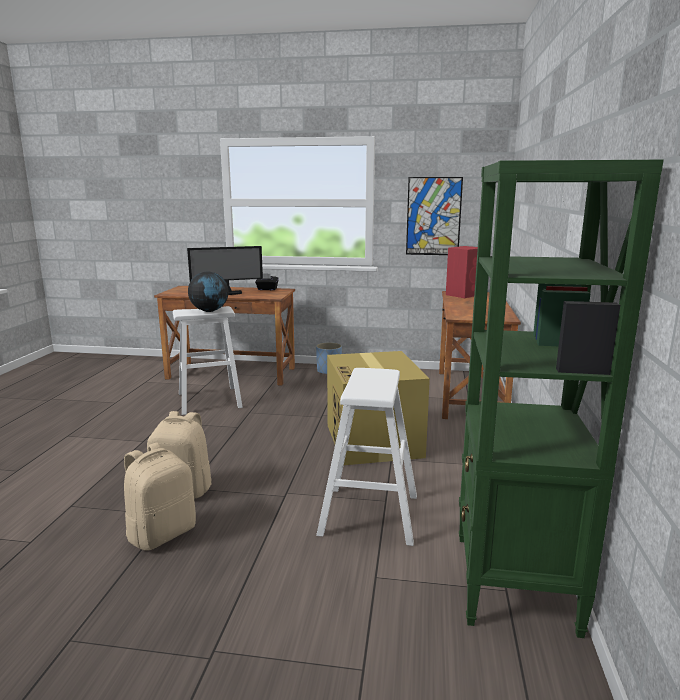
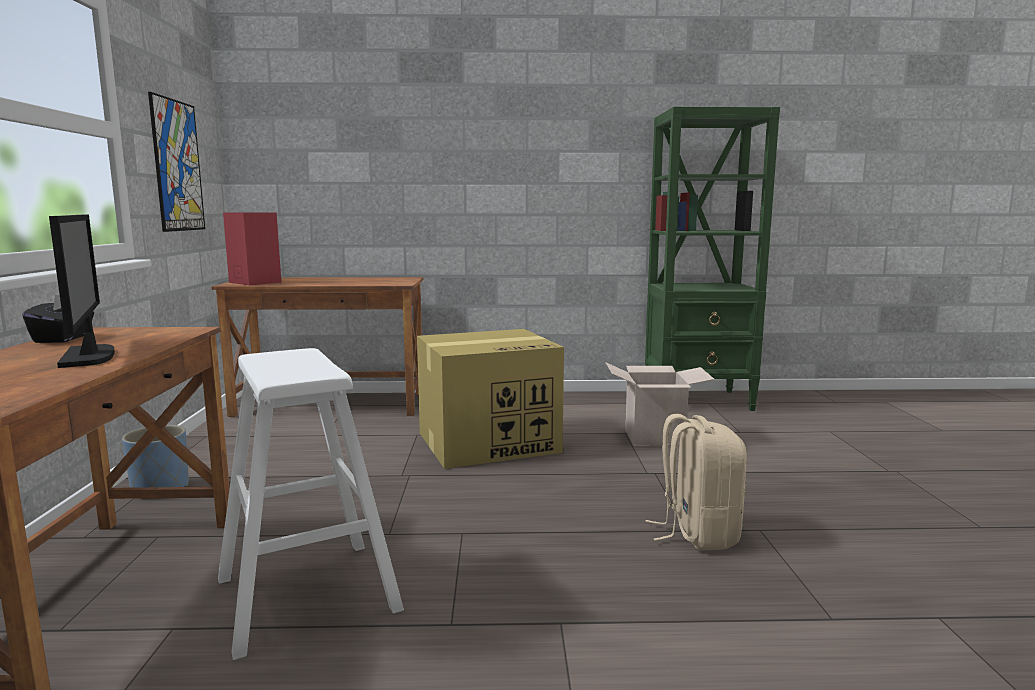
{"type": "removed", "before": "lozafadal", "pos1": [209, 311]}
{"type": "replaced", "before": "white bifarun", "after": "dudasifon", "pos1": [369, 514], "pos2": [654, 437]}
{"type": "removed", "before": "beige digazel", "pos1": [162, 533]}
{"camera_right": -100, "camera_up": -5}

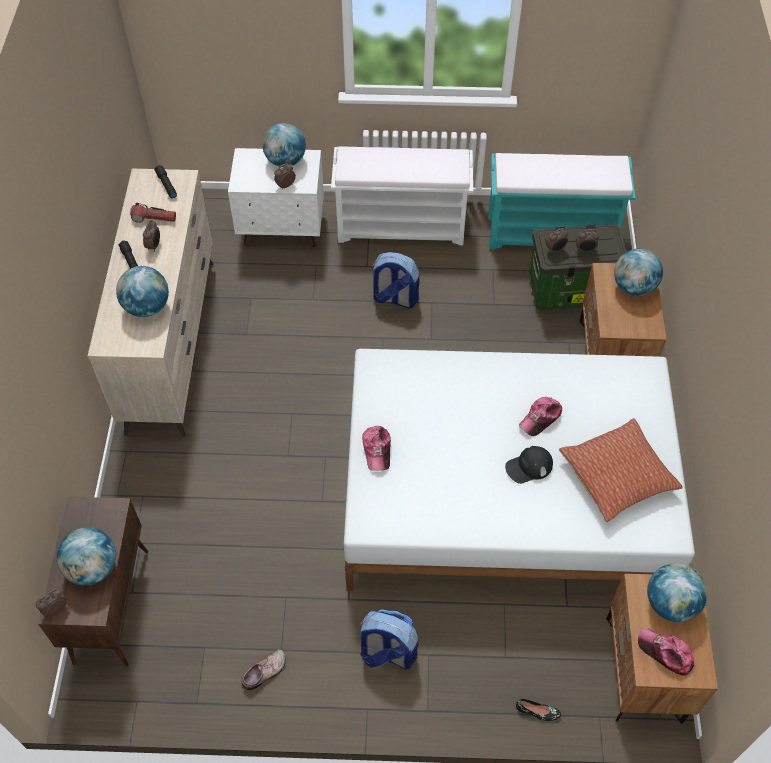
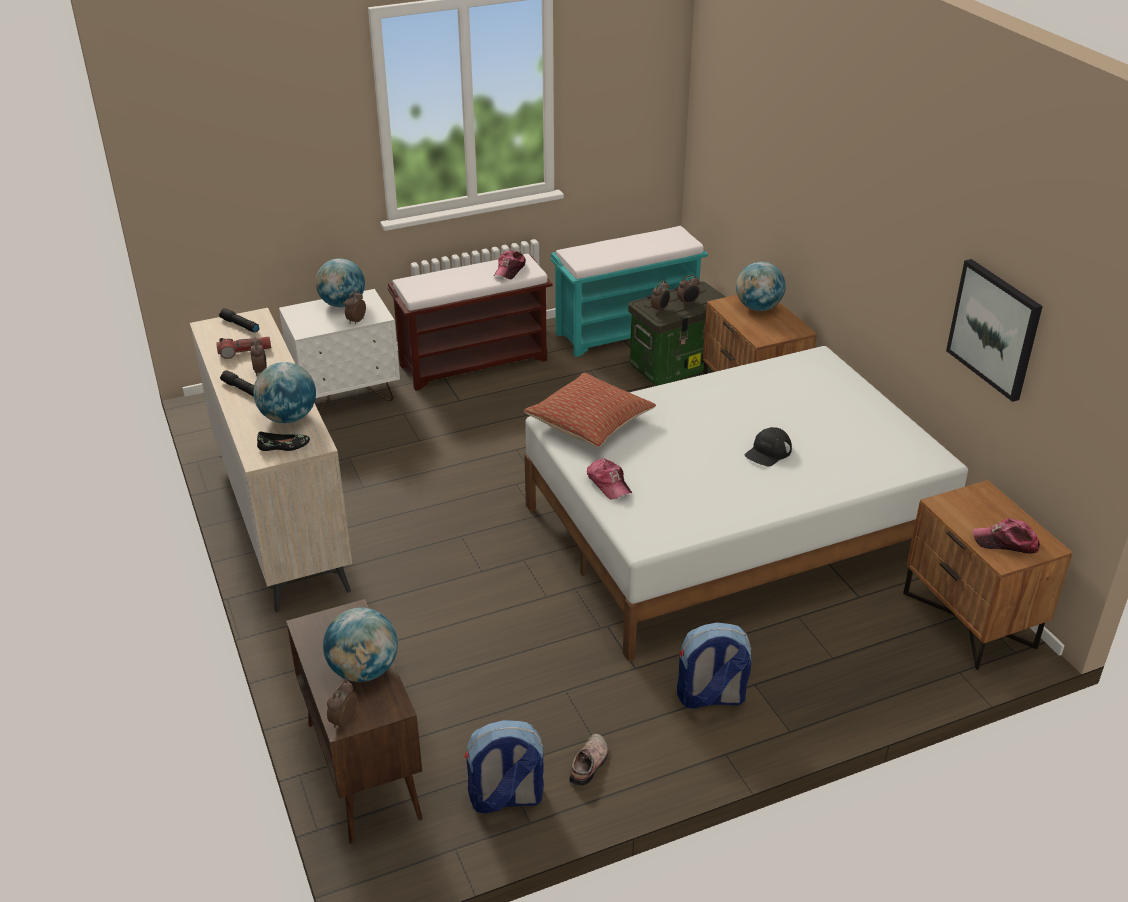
{"type": "recoloured", "before": "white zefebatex", "after": "brown zefebatex", "pos1": [402, 226], "pos2": [474, 362]}
{"type": "moved", "before": "digazel", "pos1": [394, 298], "pos2": [505, 798]}
{"type": "moved", "before": "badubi", "pos1": [540, 418], "pos2": [510, 270]}
{"type": "moved", "before": "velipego", "pos1": [617, 476], "pos2": [590, 422]}
{"type": "removed", "before": "lozafadal", "pos1": [670, 603]}
{"type": "moved", "before": "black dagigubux", "pos1": [537, 711], "pos2": [284, 446]}
{"type": "added", "after": "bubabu", "pos2": [995, 329]}
{"camera_right": -25, "camera_up": -20}

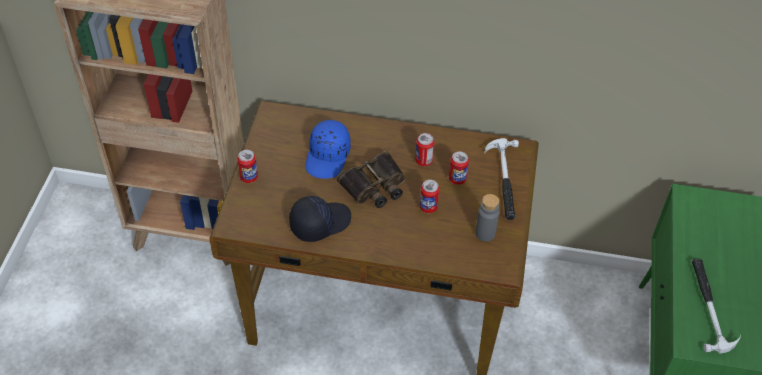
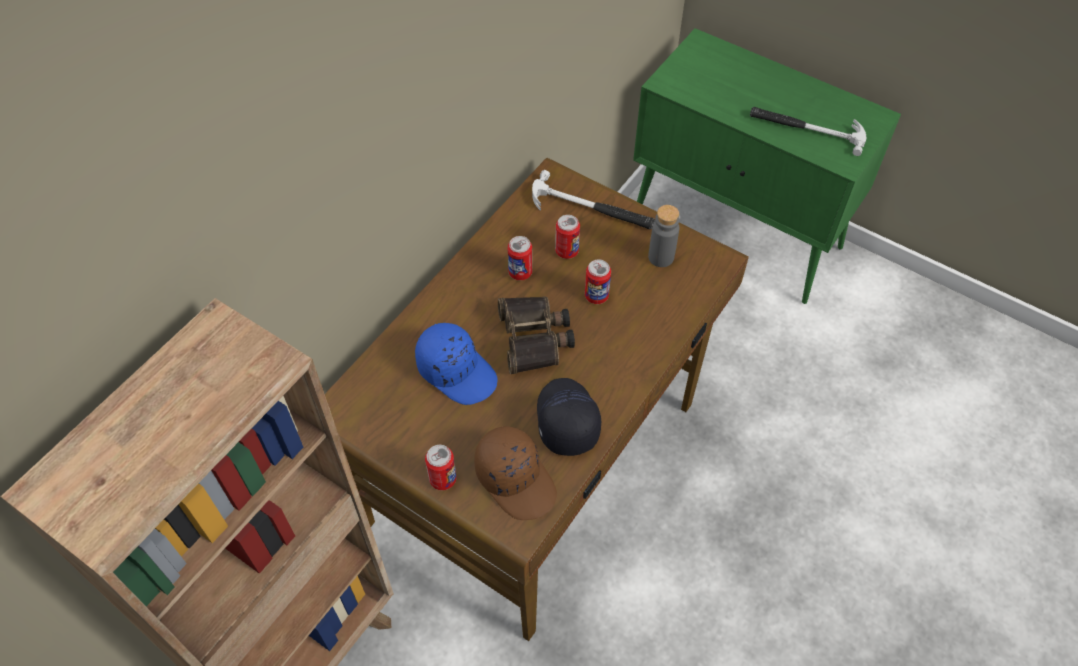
{"type": "added", "after": "brown badubi", "pos2": [516, 479]}
{"camera_right": -65, "camera_up": 5}

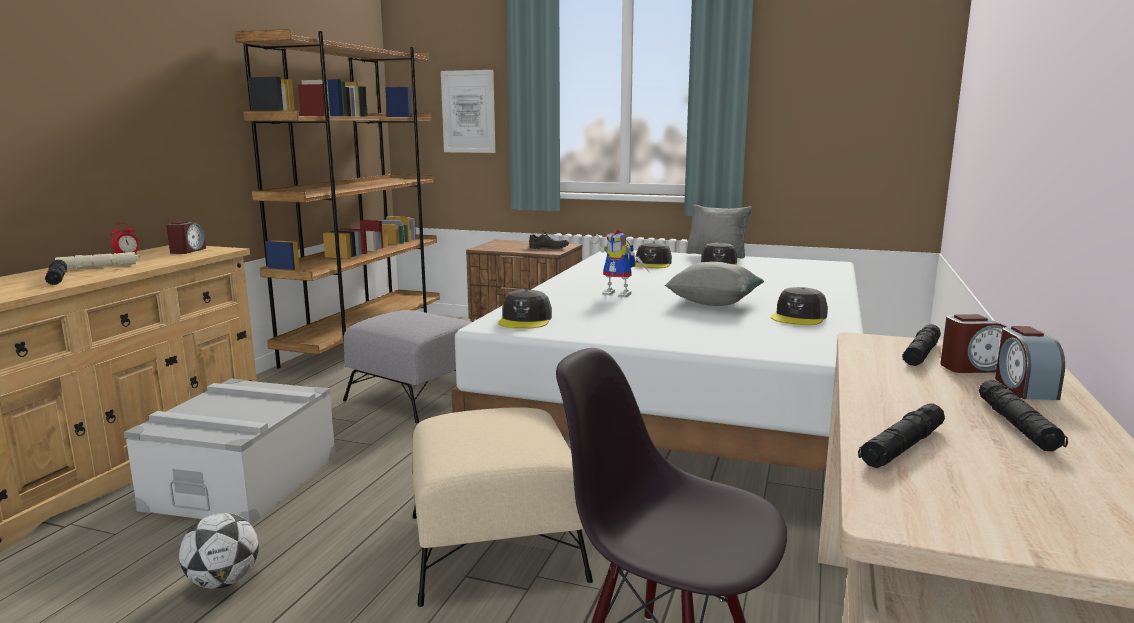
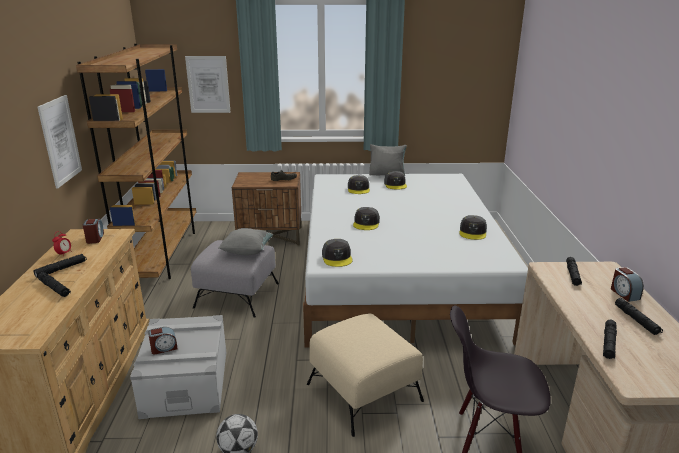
{"type": "replaced", "before": "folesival", "after": "grey badubi", "pos1": [620, 294], "pos2": [366, 223]}
{"type": "recoloured", "before": "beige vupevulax", "after": "black vupevulax", "pos1": [99, 267], "pos2": [61, 269]}
{"type": "moved", "before": "grey velipego", "pos1": [713, 303], "pos2": [247, 251]}
{"type": "moved", "before": "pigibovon", "pos1": [974, 367], "pos2": [164, 348]}
{"type": "added", "after": "bubabu", "pos2": [60, 140]}
{"camera_right": -20, "camera_up": 10}

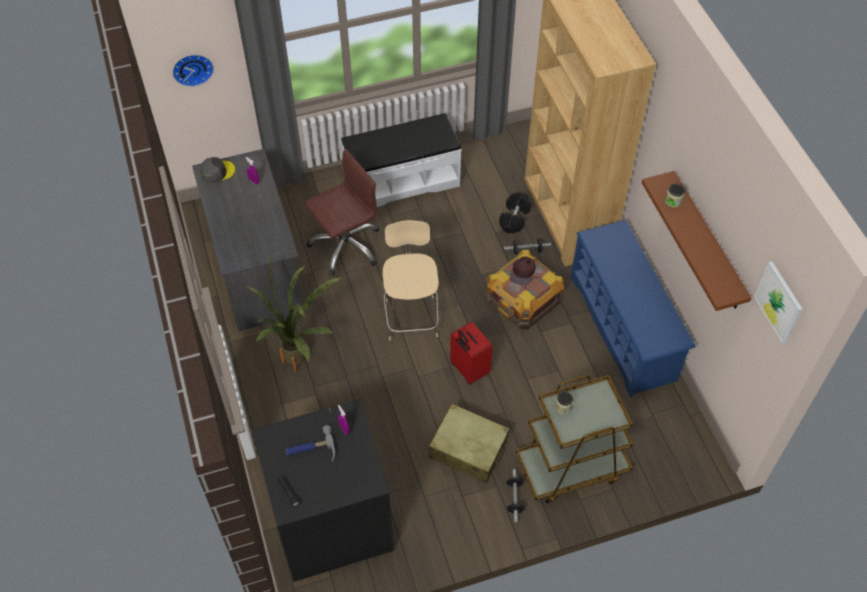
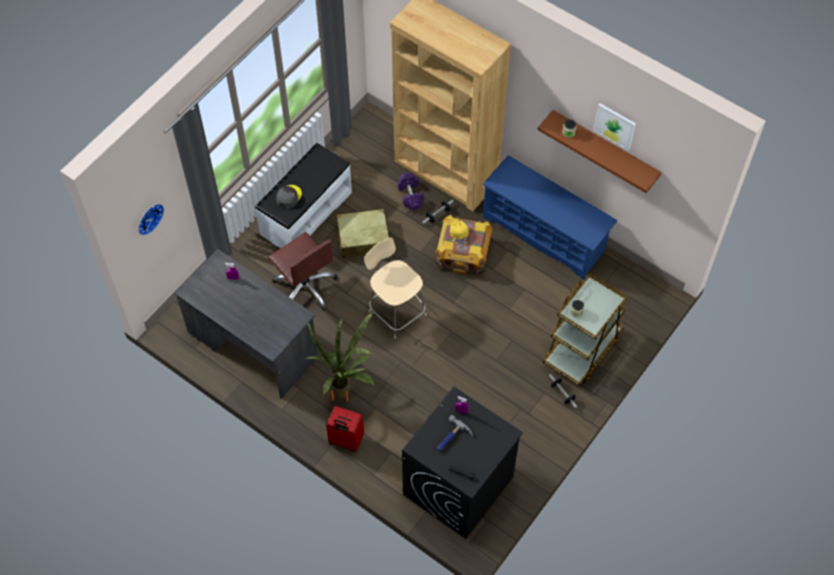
{"type": "turned", "before": "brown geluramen", "pos1": [345, 246], "pos2": [305, 287], "turn": 120}
{"type": "moved", "before": "grey badubi", "pos1": [217, 172], "pos2": [288, 197]}
{"type": "recoloured", "before": "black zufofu", "after": "purple zufofu", "pos1": [514, 219], "pos2": [410, 195]}
{"type": "recoloured", "before": "brown badubi", "after": "yellow badubi", "pos1": [523, 272], "pos2": [459, 233]}
{"type": "moved", "before": "bubabu", "pos1": [779, 302], "pos2": [615, 126]}
{"type": "moved", "before": "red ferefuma", "pos1": [468, 370], "pos2": [345, 440]}
{"type": "moved", "before": "beige ferefuma", "pos1": [468, 449], "pos2": [362, 239]}
{"camera_right": -35, "camera_up": 5}

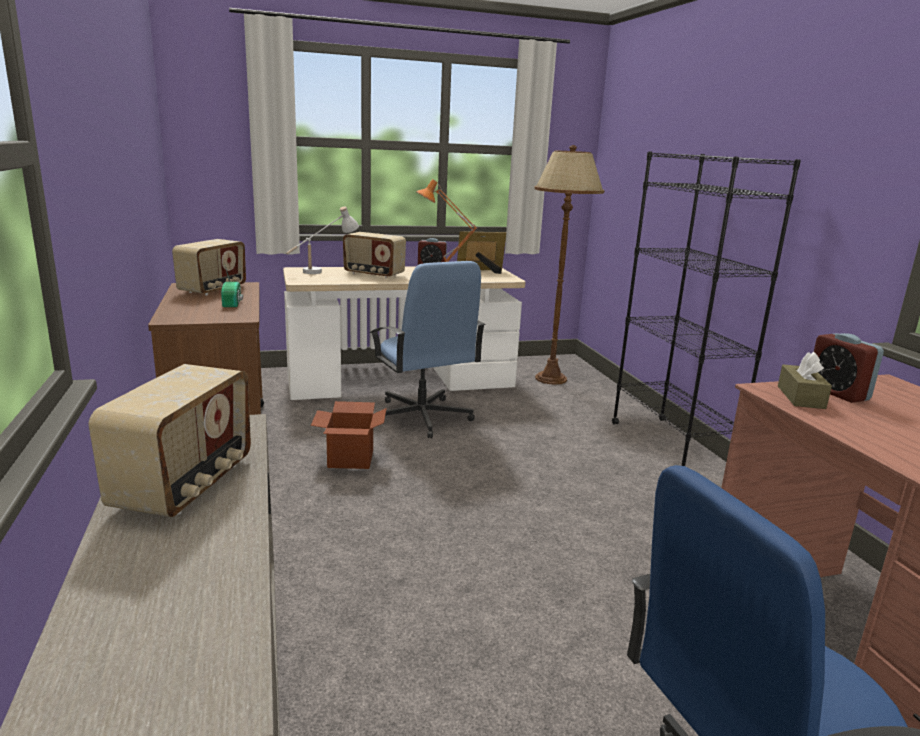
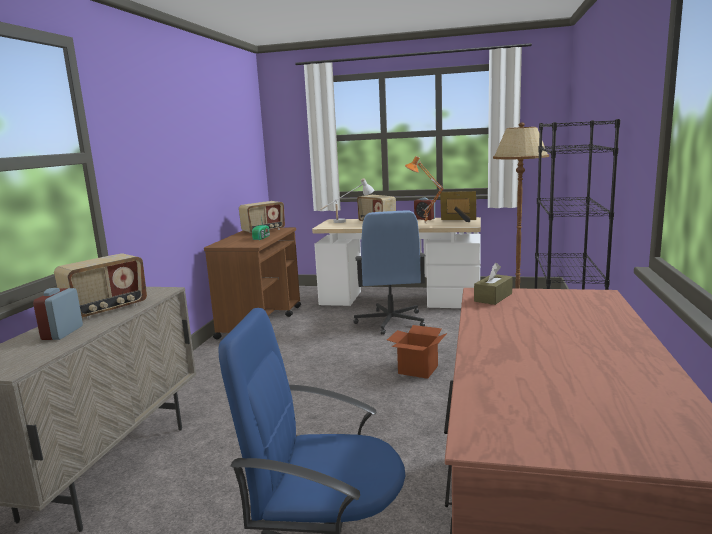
{"type": "moved", "before": "pigibovon", "pos1": [837, 393], "pos2": [62, 333]}
{"type": "moved", "before": "dudasifon", "pos1": [351, 459], "pos2": [418, 370]}
{"camera_right": 30, "camera_up": -5}

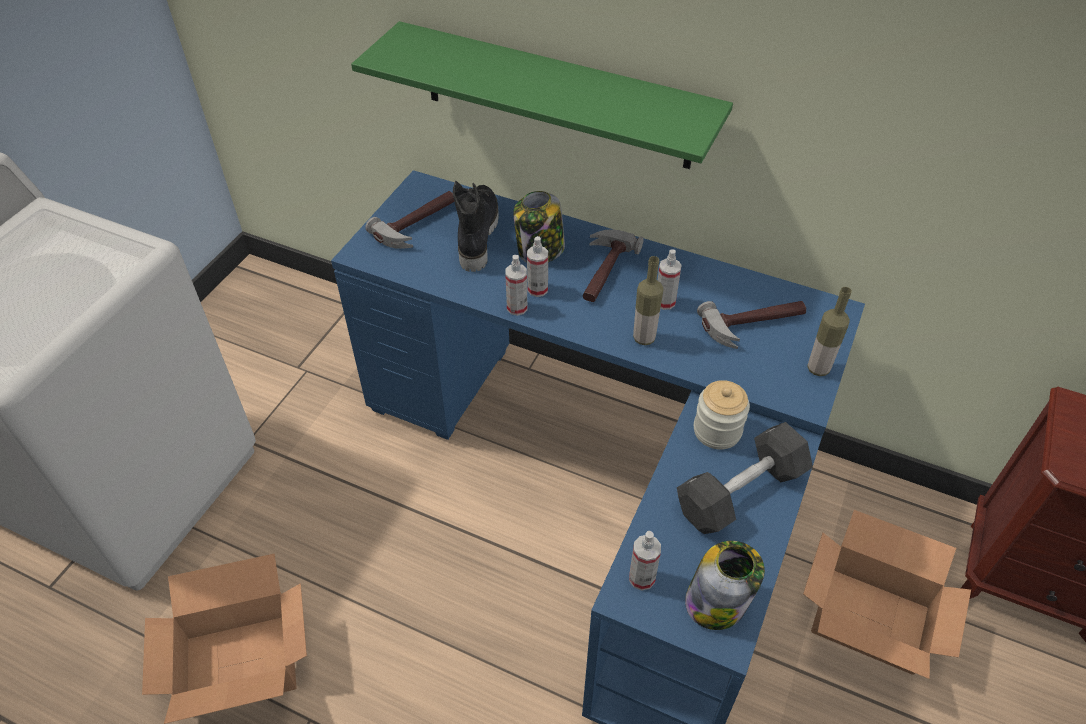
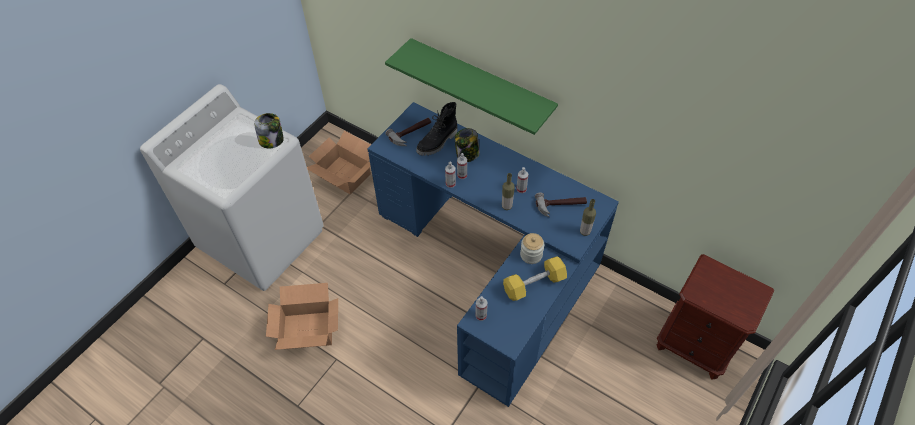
{"type": "turned", "before": "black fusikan", "pos1": [476, 235], "pos2": [438, 142], "turn": -150}
{"type": "removed", "before": "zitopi", "pos1": [602, 270]}
{"type": "recoloured", "before": "black zufofu", "after": "yellow zufofu", "pos1": [741, 491], "pos2": [534, 284]}
{"type": "moved", "before": "dudasifon", "pos1": [869, 618], "pos2": [345, 174]}
{"type": "moved", "before": "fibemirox", "pos1": [717, 602], "pos2": [272, 140]}
{"camera_right": 10, "camera_up": 5}

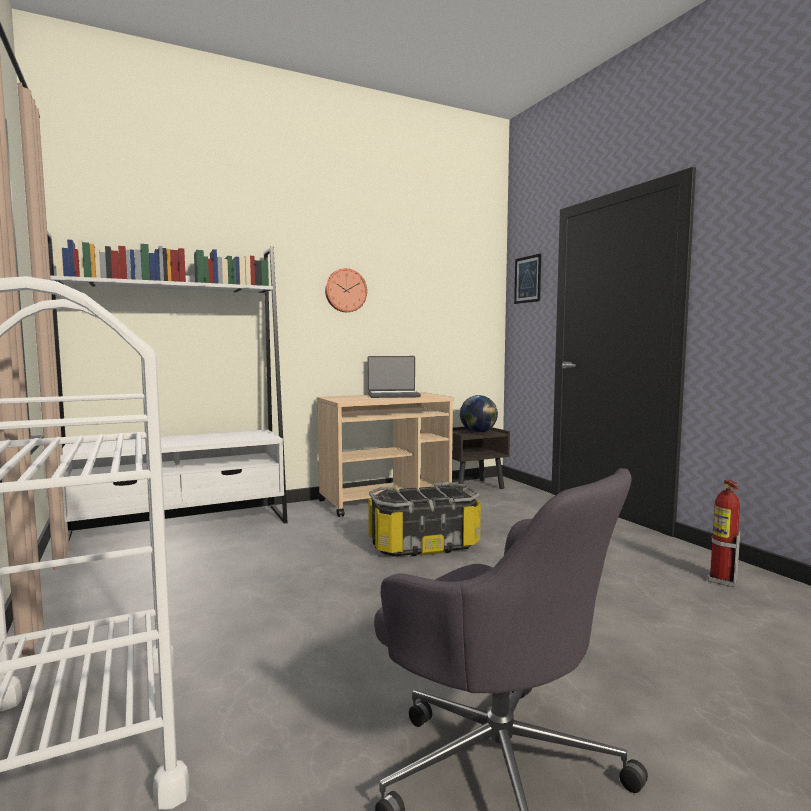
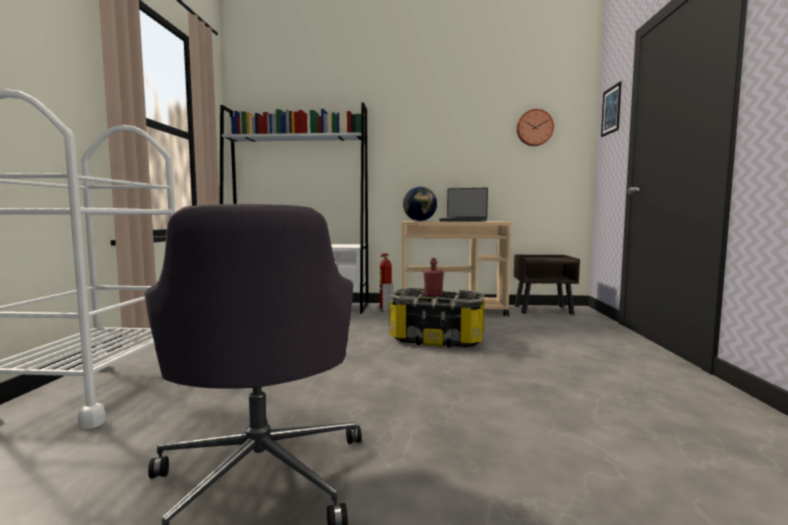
{"type": "moved", "before": "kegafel", "pos1": [345, 290], "pos2": [534, 128]}
{"type": "moved", "before": "lozafadal", "pos1": [478, 432], "pos2": [419, 221]}
{"type": "moved", "before": "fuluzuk", "pos1": [721, 581], "pos2": [385, 310]}
{"type": "added", "after": "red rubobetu", "pos2": [433, 295]}
{"camera_right": 30, "camera_up": 0}

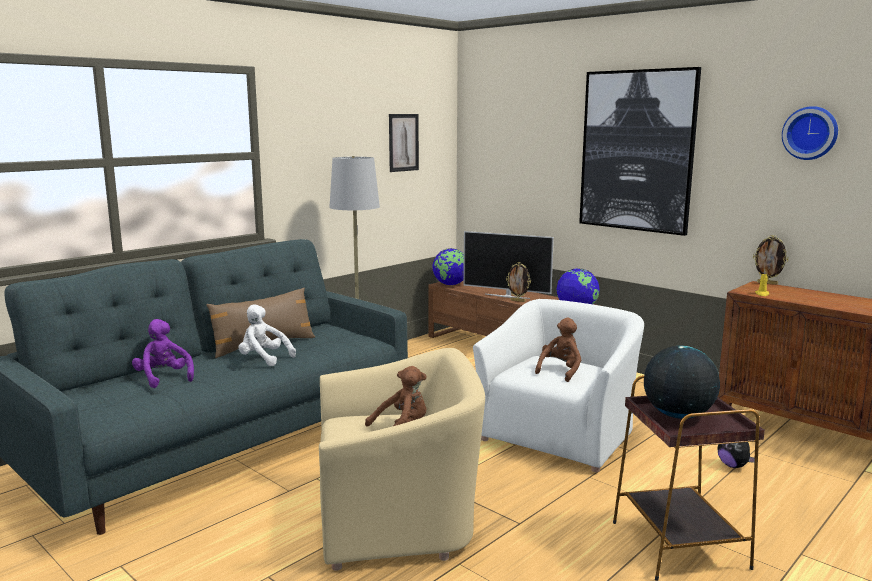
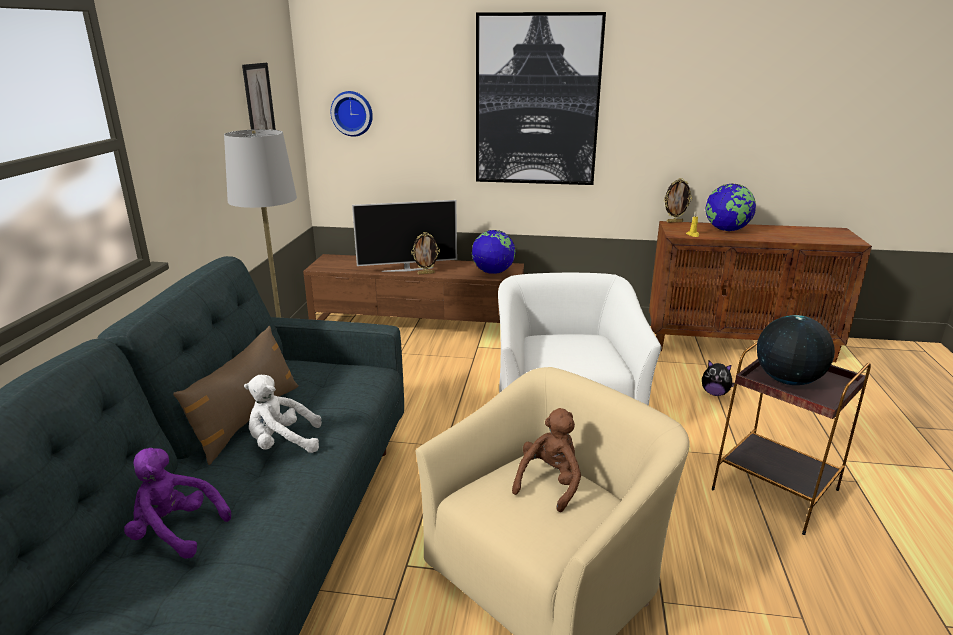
{"type": "moved", "before": "kegafel", "pos1": [810, 133], "pos2": [352, 113]}
{"type": "moved", "before": "lozafadal", "pos1": [450, 284], "pos2": [726, 230]}
{"type": "removed", "before": "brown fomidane", "pos1": [560, 371]}
{"camera_right": -35, "camera_up": 10}

